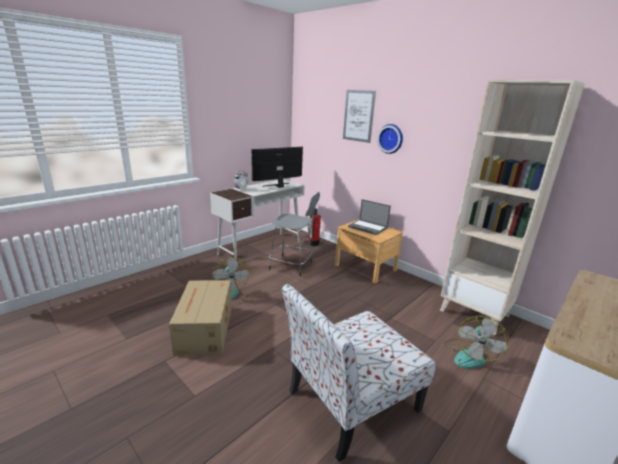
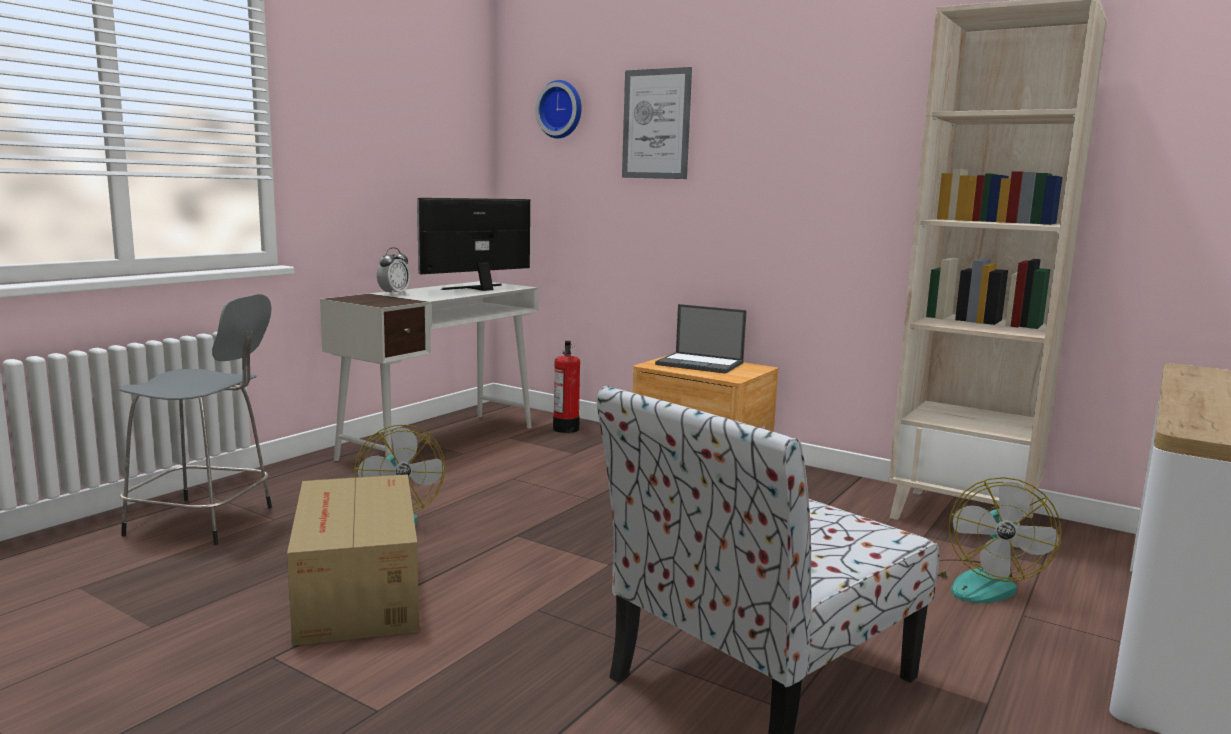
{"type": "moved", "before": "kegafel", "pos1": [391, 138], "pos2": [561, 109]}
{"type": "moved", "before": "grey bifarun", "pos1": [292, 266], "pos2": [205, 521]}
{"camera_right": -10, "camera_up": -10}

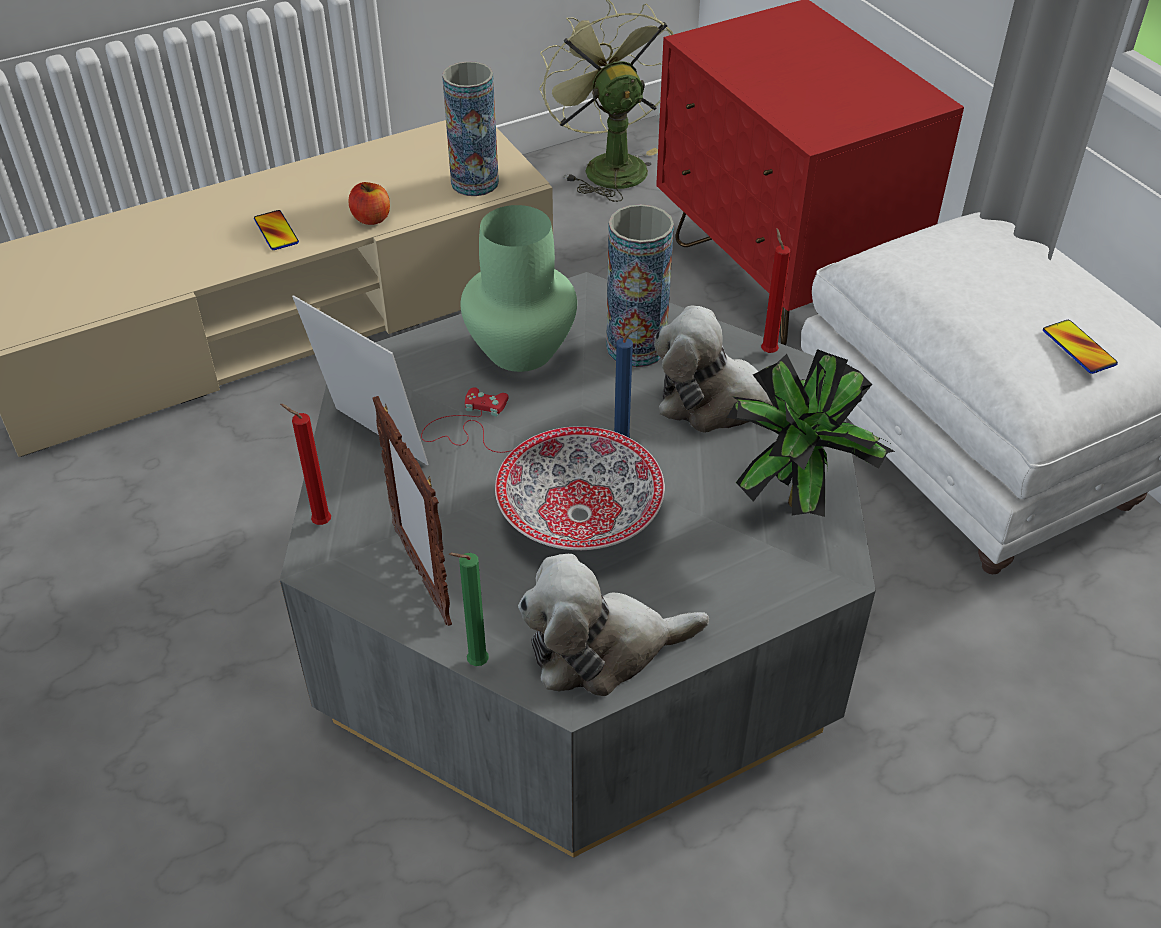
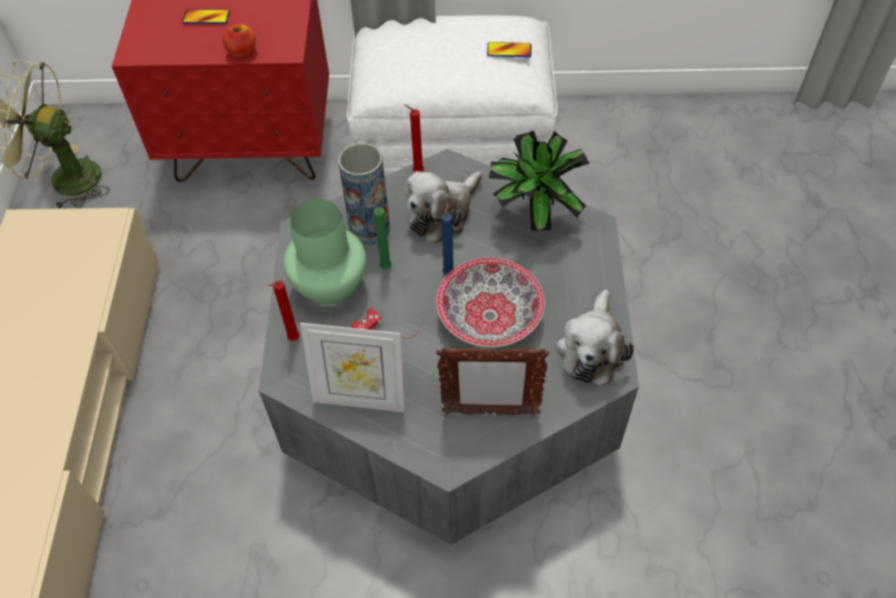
{"type": "removed", "before": "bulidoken", "pos1": [474, 182]}
{"type": "moved", "before": "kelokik", "pos1": [371, 218], "pos2": [242, 51]}
{"type": "moved", "before": "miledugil", "pos1": [276, 231], "pos2": [206, 18]}
{"type": "turned", "before": "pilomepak", "pos1": [371, 443], "pos2": [360, 398], "turn": -150}
{"type": "moved", "before": "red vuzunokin", "pos1": [319, 522], "pos2": [292, 339]}
{"type": "moved", "before": "green vuzunokin", "pos1": [474, 664], "pos2": [385, 269]}
{"camera_right": -60, "camera_up": 10}

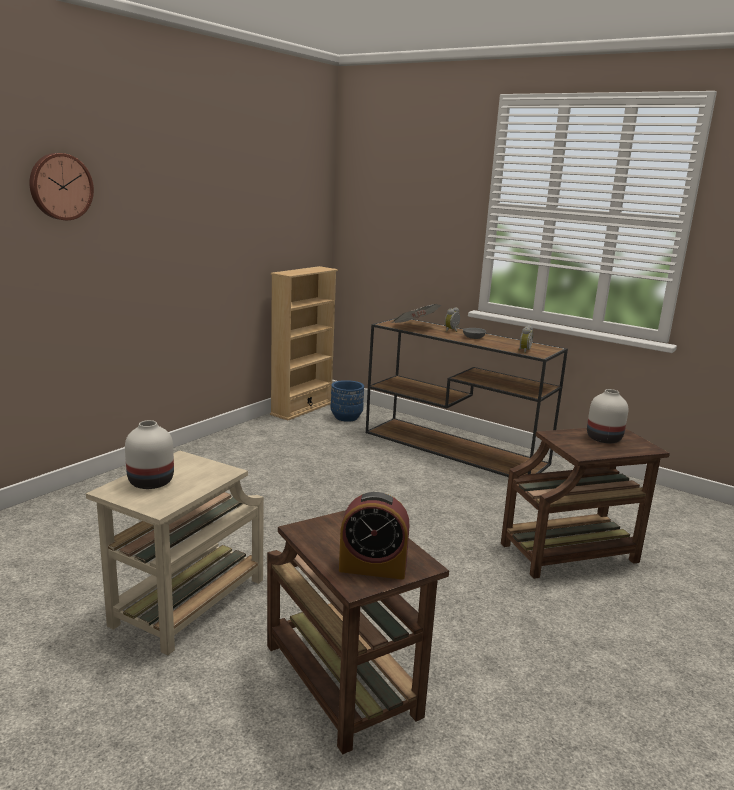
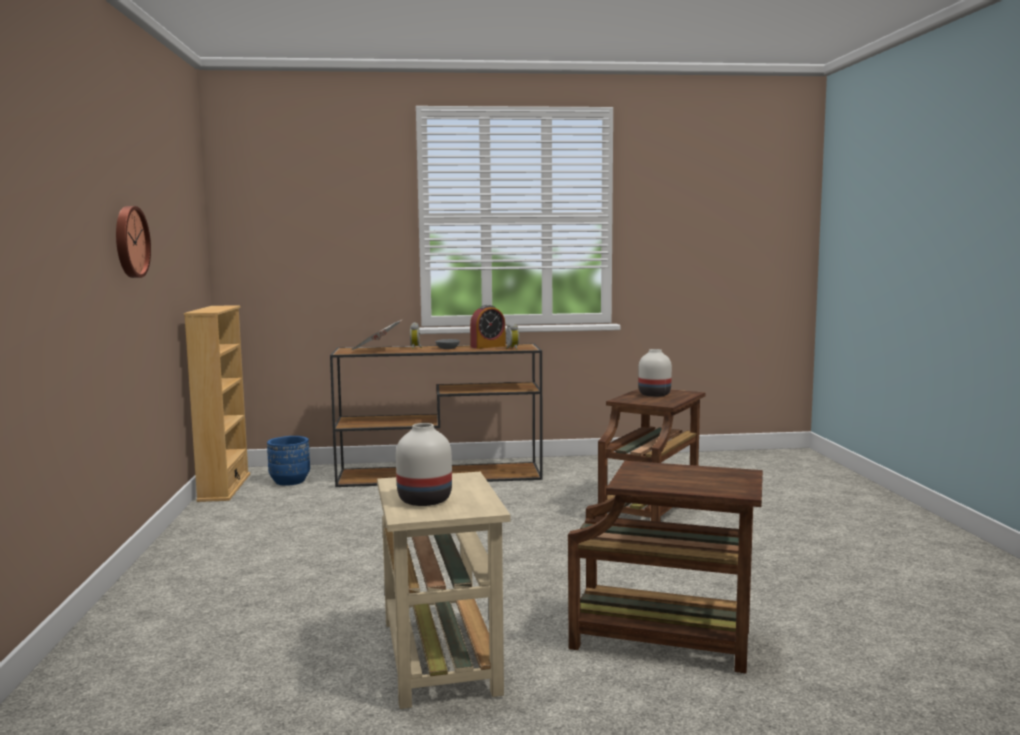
{"type": "moved", "before": "kegafel", "pos1": [60, 186], "pos2": [129, 242]}
{"type": "moved", "before": "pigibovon", "pos1": [372, 568], "pos2": [488, 346]}
{"camera_right": -40, "camera_up": -10}

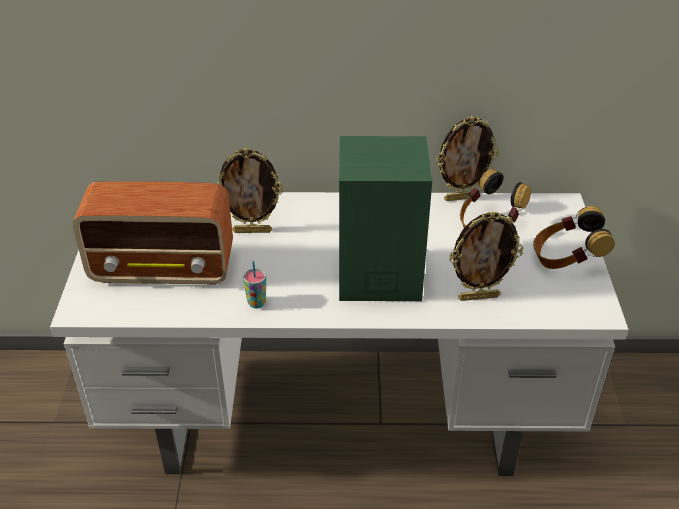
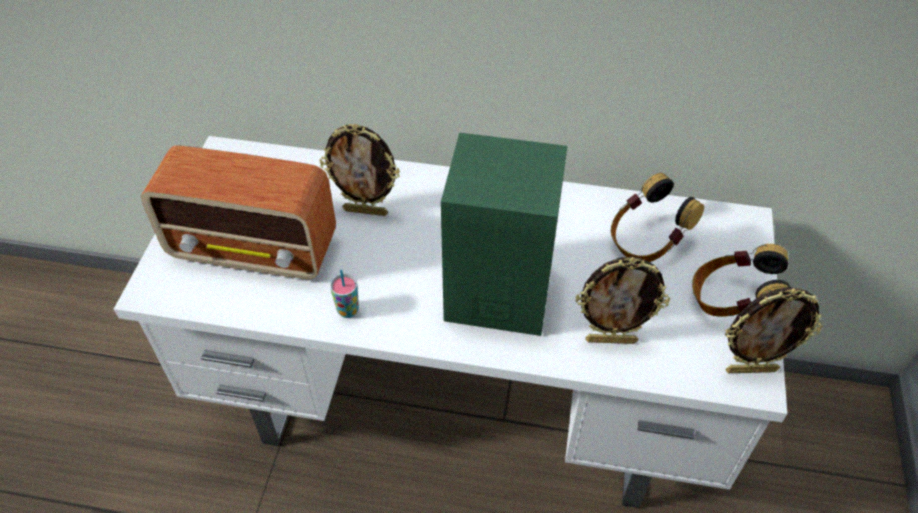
{"type": "moved", "before": "pilomepak", "pos1": [461, 197], "pos2": [751, 369]}
{"camera_right": 10, "camera_up": 10}

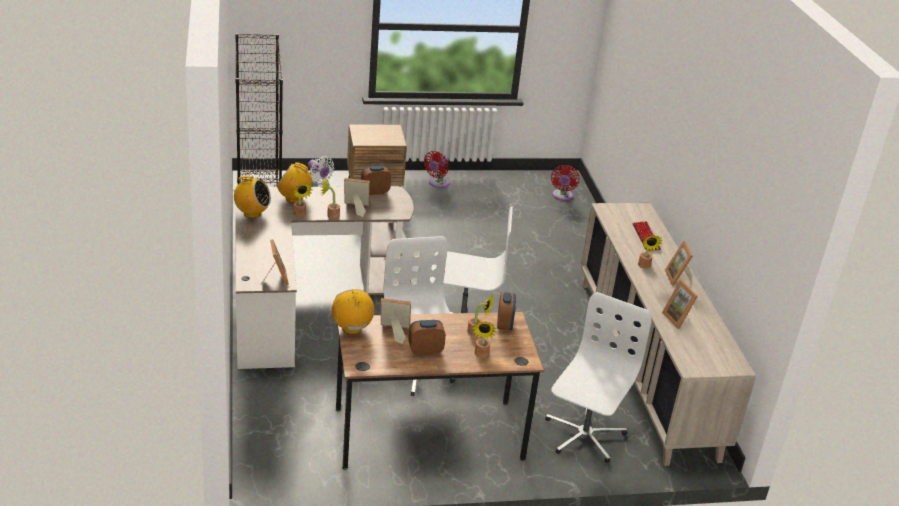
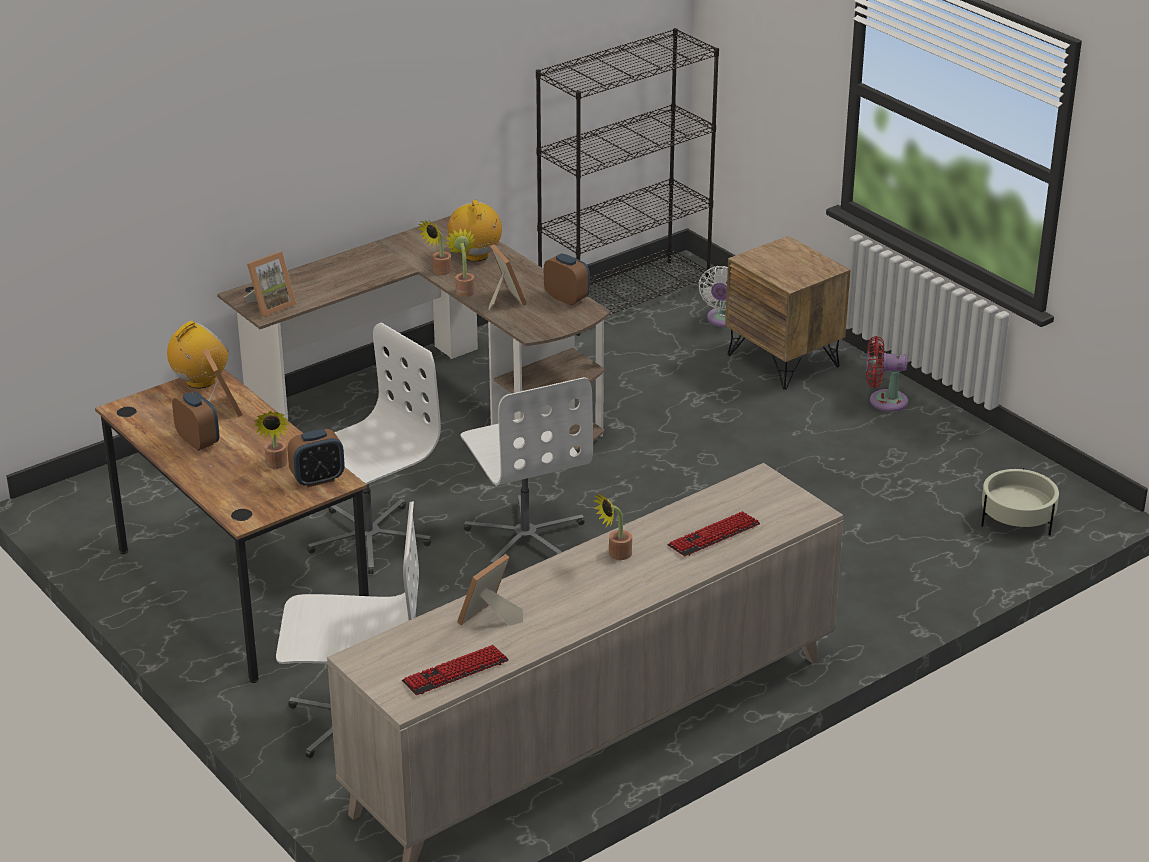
{"type": "replaced", "before": "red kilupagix", "after": "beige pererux", "pos1": [562, 196], "pos2": [1017, 520]}
{"type": "removed", "before": "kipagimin", "pos1": [252, 213]}
{"type": "removed", "before": "pilomepak", "pos1": [678, 278]}
{"type": "removed", "before": "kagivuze", "pos1": [481, 355]}
{"type": "added", "after": "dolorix", "pos2": [455, 672]}
{"camera_right": 65, "camera_up": 0}

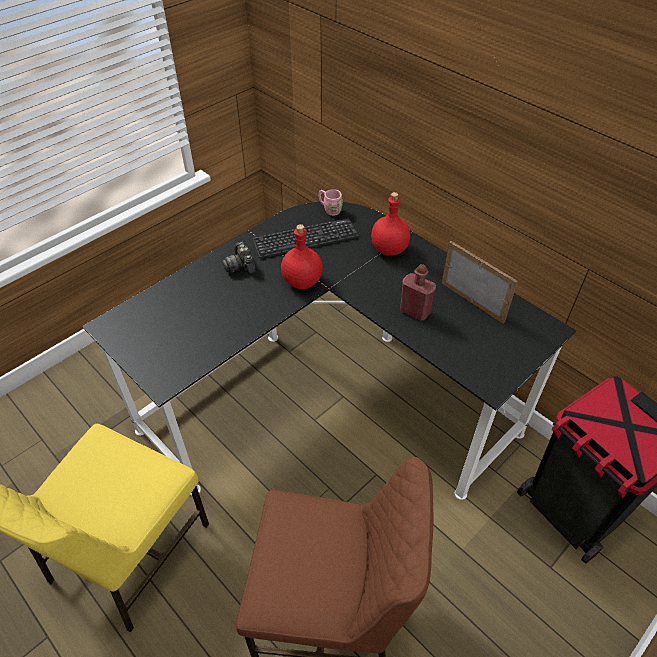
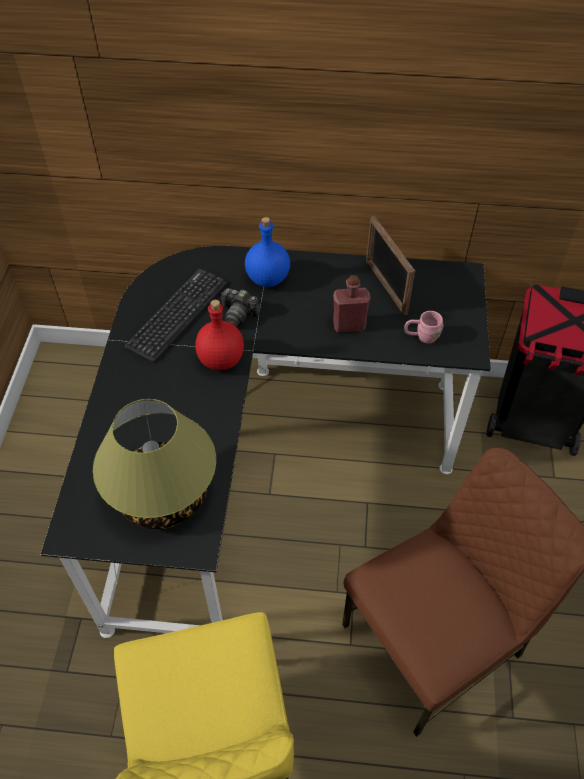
{"type": "moved", "before": "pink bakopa", "pos1": [329, 209], "pos2": [421, 336]}
{"type": "recoloured", "before": "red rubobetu", "after": "blue rubobetu", "pos1": [389, 249], "pos2": [267, 278]}
{"type": "turned", "before": "pilomepak", "pos1": [472, 301], "pos2": [386, 286], "turn": -120}
{"type": "moved", "before": "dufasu", "pos1": [240, 266], "pos2": [239, 314]}
{"type": "added", "after": "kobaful", "pos2": [163, 496]}
{"camera_right": -40, "camera_up": 5}

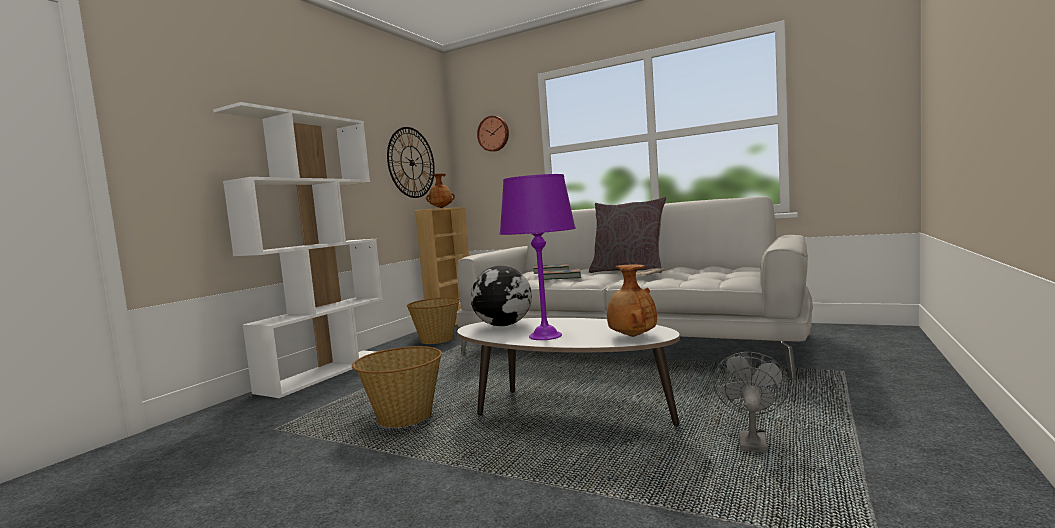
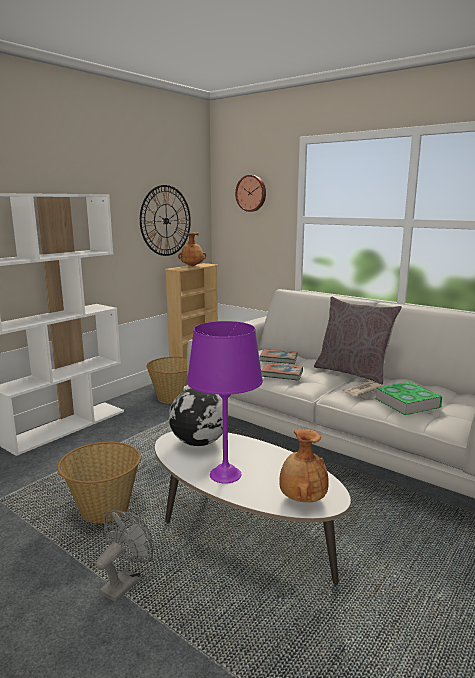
{"type": "moved", "before": "grey kilupagix", "pos1": [751, 440], "pos2": [125, 582]}
{"type": "added", "after": "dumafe", "pos2": [407, 403]}
{"camera_right": 10, "camera_up": 10}

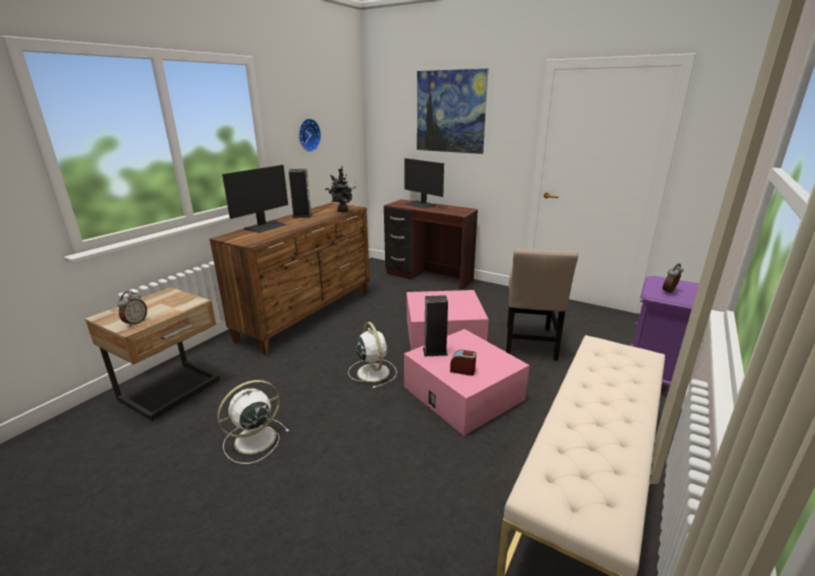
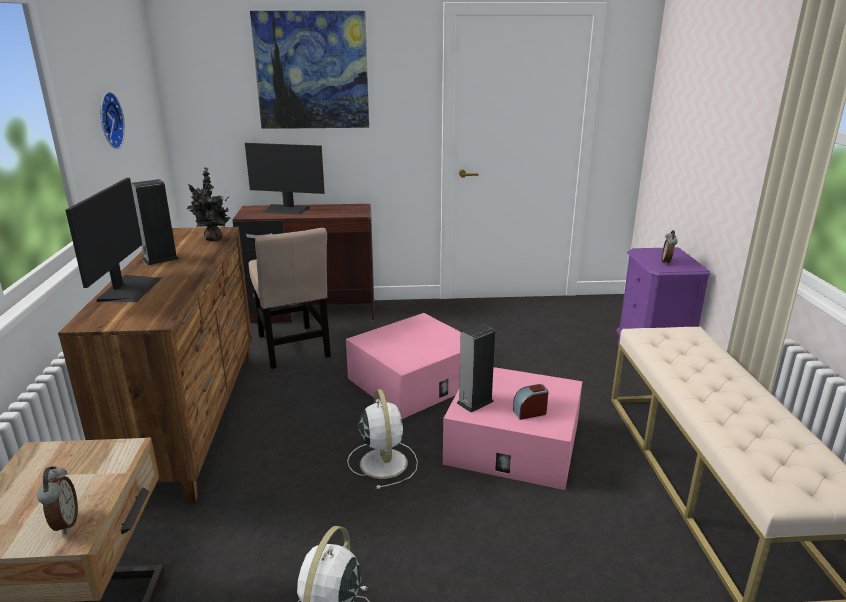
{"type": "moved", "before": "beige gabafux", "pos1": [529, 344], "pos2": [293, 348]}
{"type": "turned", "before": "white kilupagix", "pos1": [372, 371], "pos2": [383, 462], "turn": 45}
{"camera_right": -35, "camera_up": 0}

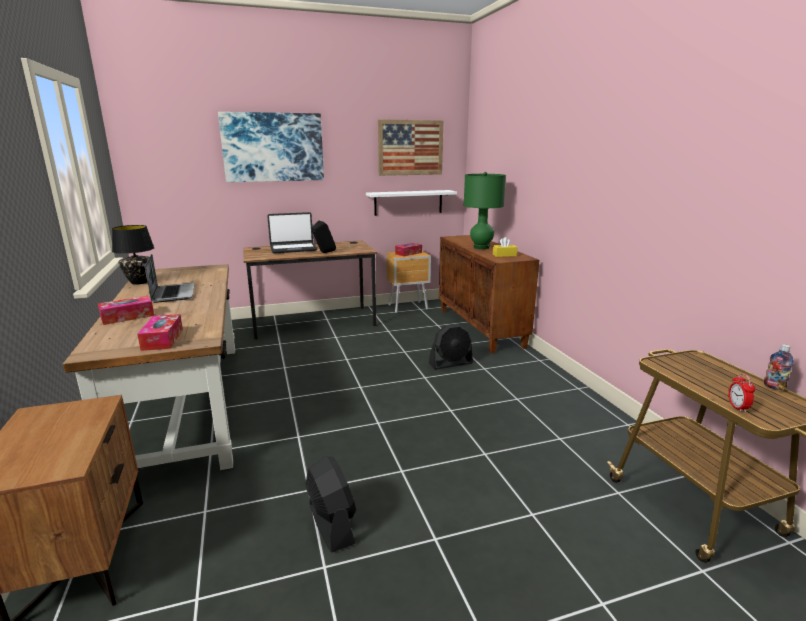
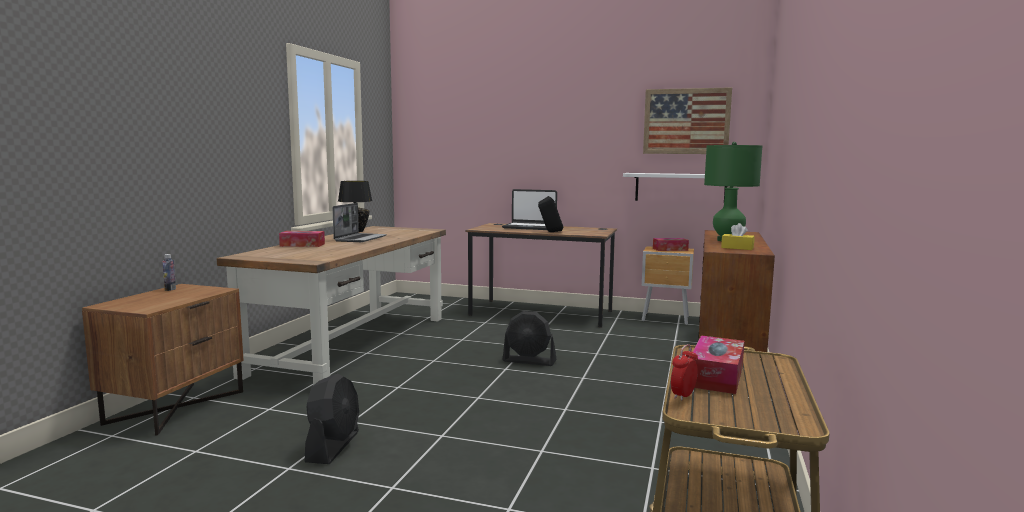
{"type": "removed", "before": "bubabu", "pos1": [273, 147]}
{"type": "moved", "before": "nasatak", "pos1": [162, 339], "pos2": [716, 376]}
{"type": "moved", "before": "black kilupagix", "pos1": [450, 363], "pos2": [529, 361]}
{"type": "moved", "before": "rubobetu", "pos1": [774, 387], "pos2": [170, 289]}
{"camera_right": 35, "camera_up": -10}

